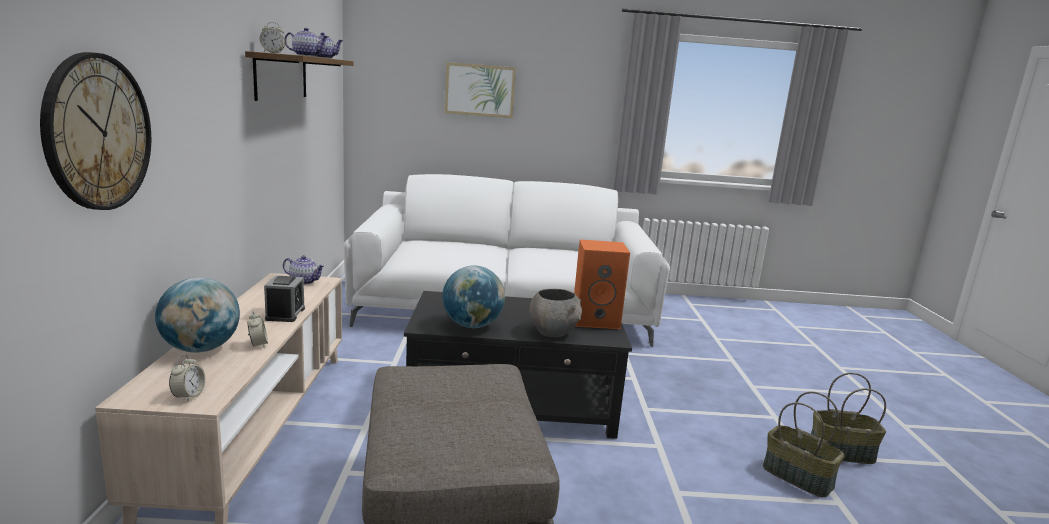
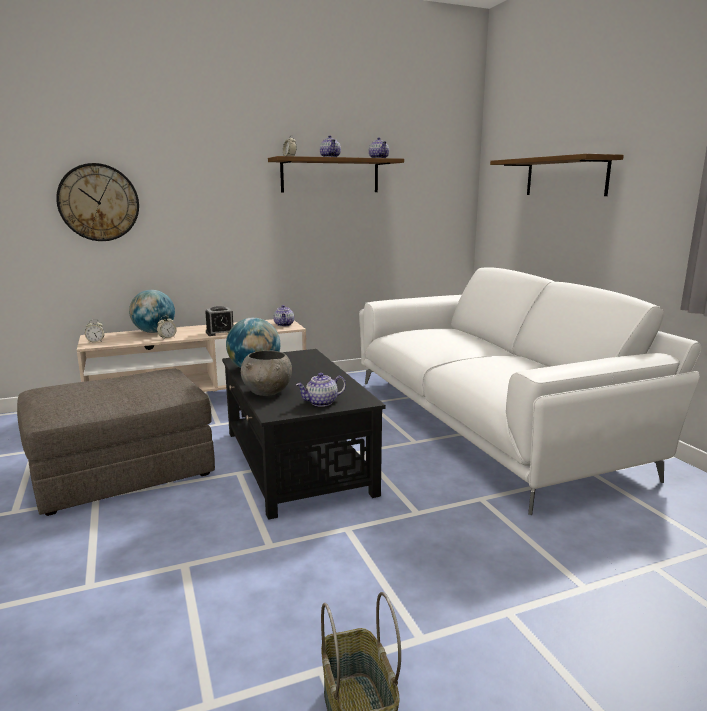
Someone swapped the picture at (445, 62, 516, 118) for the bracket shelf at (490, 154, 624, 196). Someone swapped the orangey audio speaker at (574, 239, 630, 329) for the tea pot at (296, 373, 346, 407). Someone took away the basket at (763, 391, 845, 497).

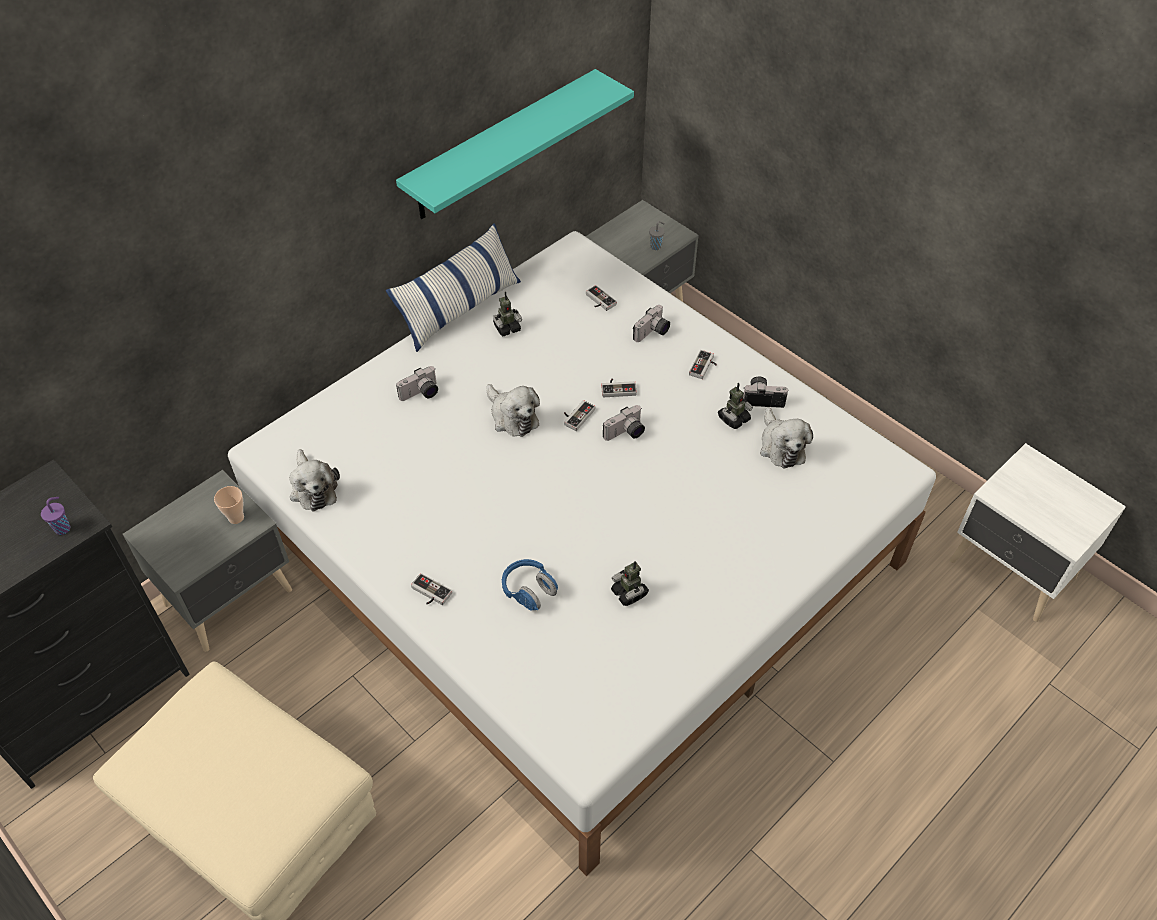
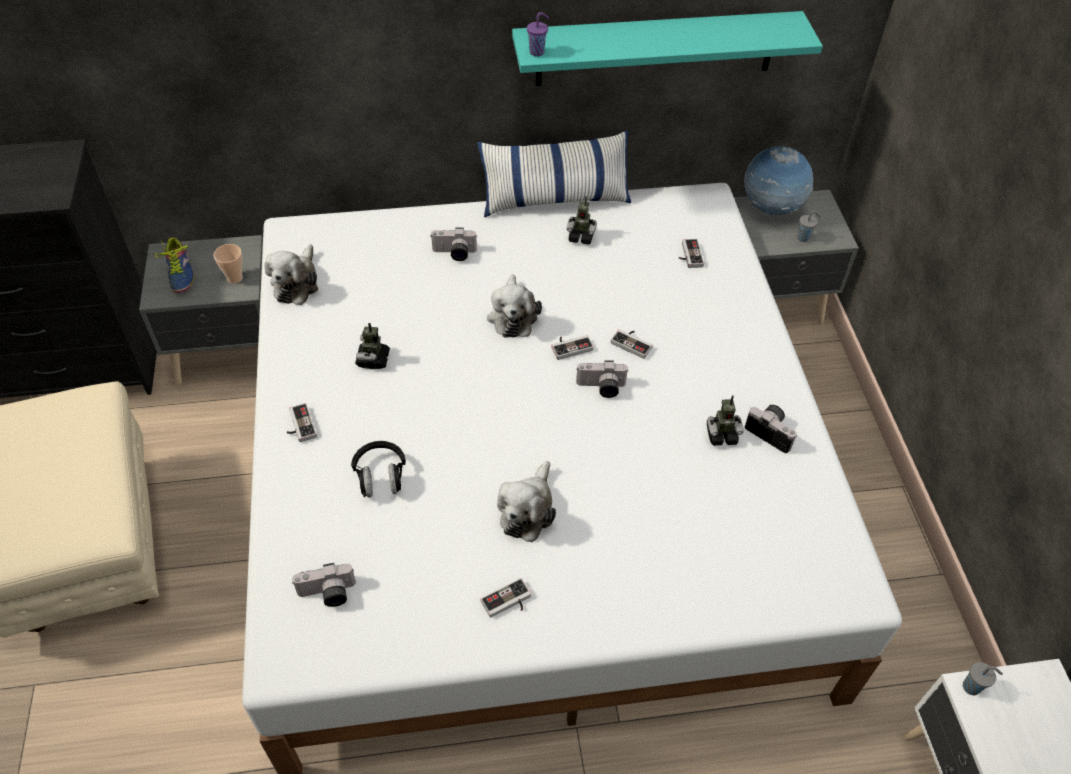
Someone carried the purple cup from (41, 497, 70, 535) to (527, 12, 549, 57). Someone repainted the blue headphones at (502, 559, 558, 611), which became the blackish headphones at (351, 441, 406, 497). Someone carried the toy robot from (611, 561, 649, 606) to (355, 323, 390, 369). Someone carried the still camera from (633, 305, 670, 342) to (292, 563, 356, 607). Someone carried the gamepad from (689, 350, 717, 379) to (480, 578, 531, 618). Someone carried the plush toy from (760, 407, 813, 468) to (497, 461, 556, 542). Someone put down the item of footwear at (155, 237, 194, 293). Someone put down the world globe at (744, 146, 813, 215). Someone put down the grey cup at (963, 662, 1003, 695).

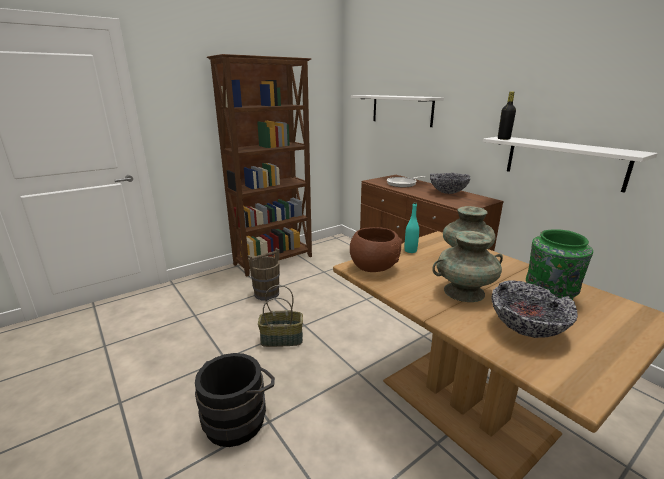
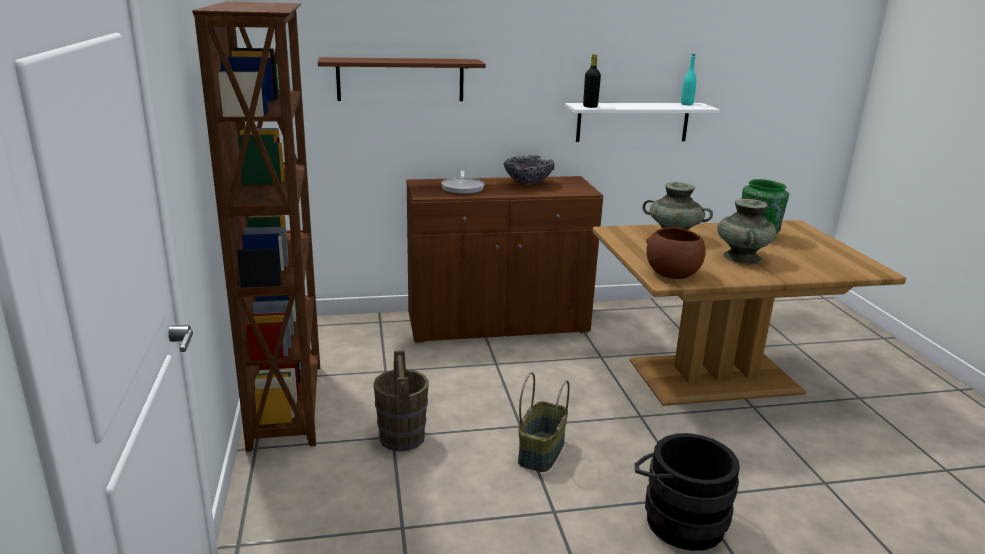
Someone repainted the white bracket shelf at (351, 95, 444, 127), which became the brown bracket shelf at (318, 57, 486, 101). Someone carried the blue-green beverage bottle from (404, 202, 419, 253) to (681, 54, 696, 105). Someone took away the bowl at (491, 280, 578, 338).

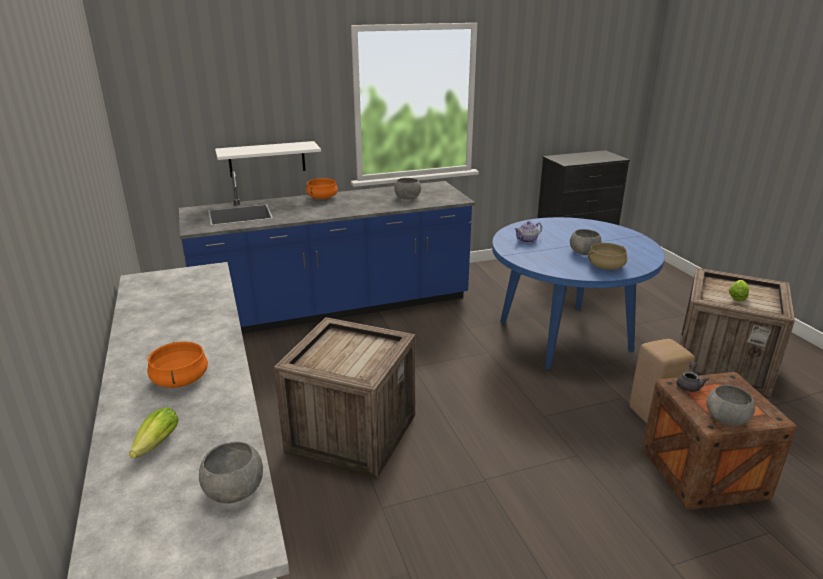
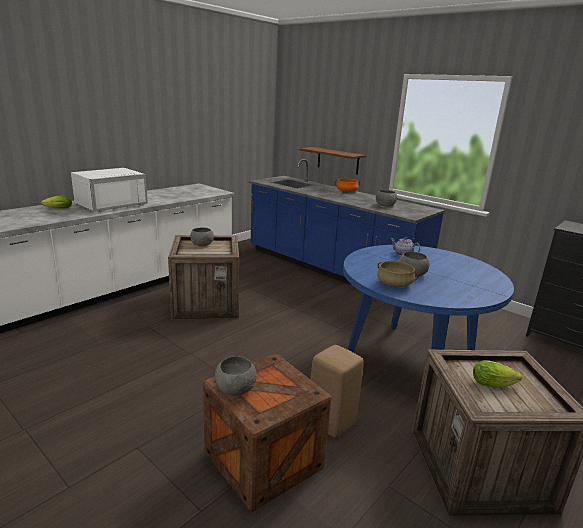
Someone swapped the orangey saucepot at (147, 341, 208, 388) for the white microwave at (71, 168, 148, 212). Someone carried the grey bowl from (199, 441, 263, 503) to (190, 227, 214, 246). Someone repainted the white bracket shelf at (215, 141, 321, 177), which became the brown bracket shelf at (299, 147, 366, 175). Someone took away the grey tea pot at (677, 361, 709, 392).

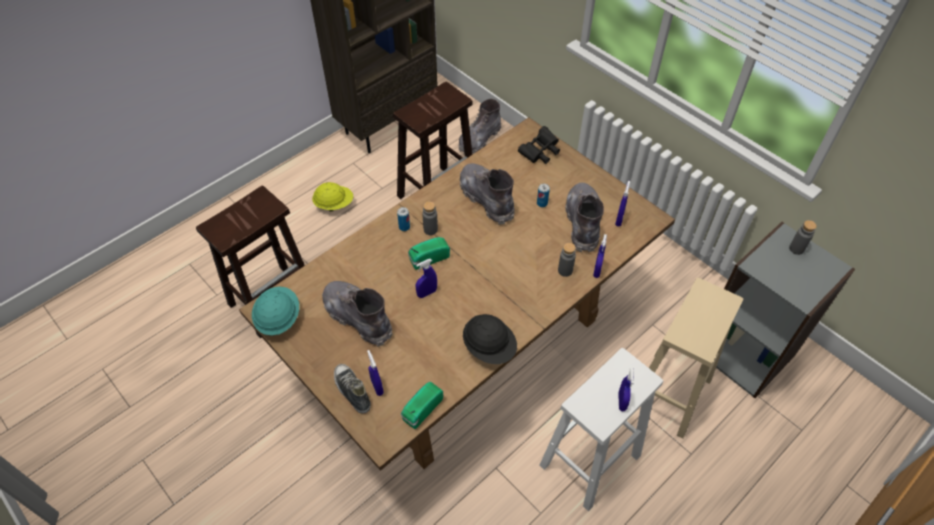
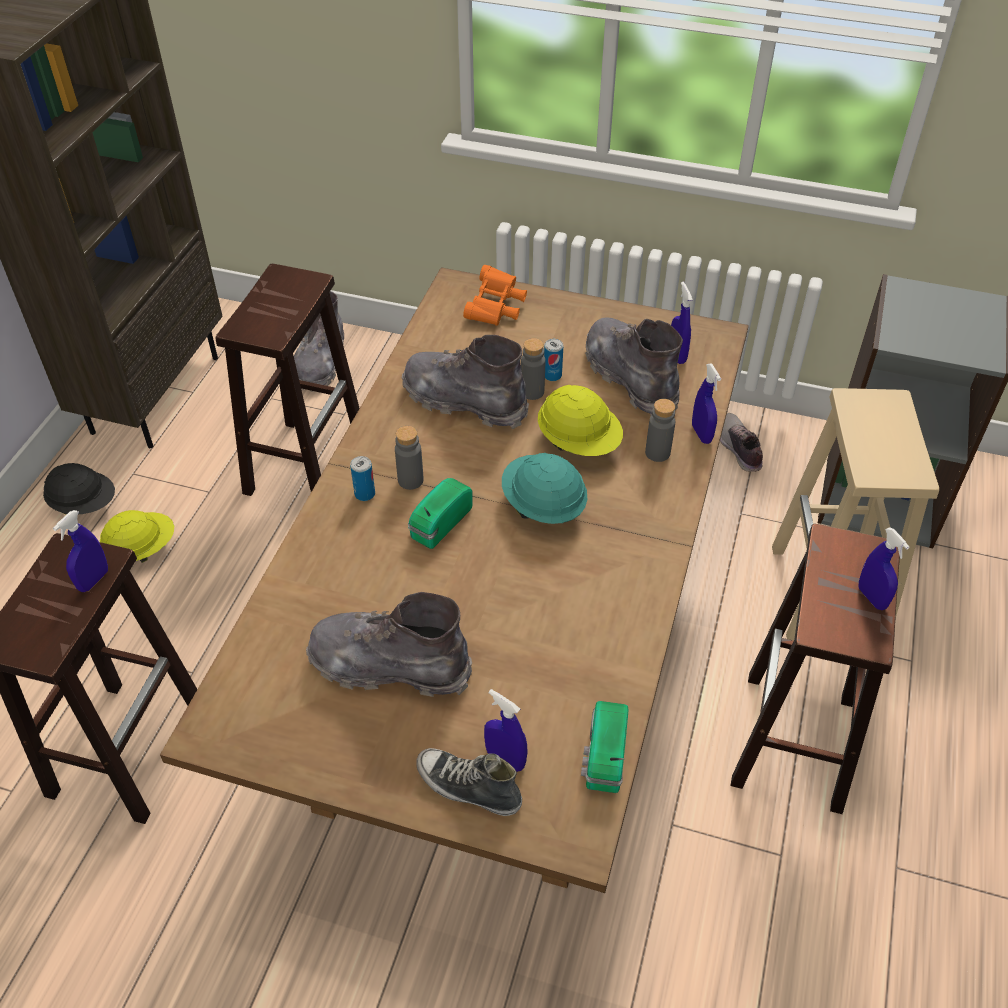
Someone carried the blue-green hard hat from (252, 286, 299, 336) to (502, 453, 587, 524). Someone carried the blue sprayer from (416, 259, 437, 298) to (53, 510, 108, 592). Someone carried the blackish hard hat from (463, 314, 517, 364) to (43, 463, 115, 515). Someone repainted the blackish binoculars at (518, 126, 560, 164), which became the orangey binoculars at (463, 265, 527, 326). Someone repainted the white stool at (540, 348, 663, 511), which became the brown stool at (730, 524, 900, 814). Someone carried the grey beverage bottle from (789, 220, 817, 255) to (521, 338, 545, 400). Someone put down the yellowish hard hat at (538, 385, 623, 456). Someone put down the item of footwear at (720, 413, 763, 472).

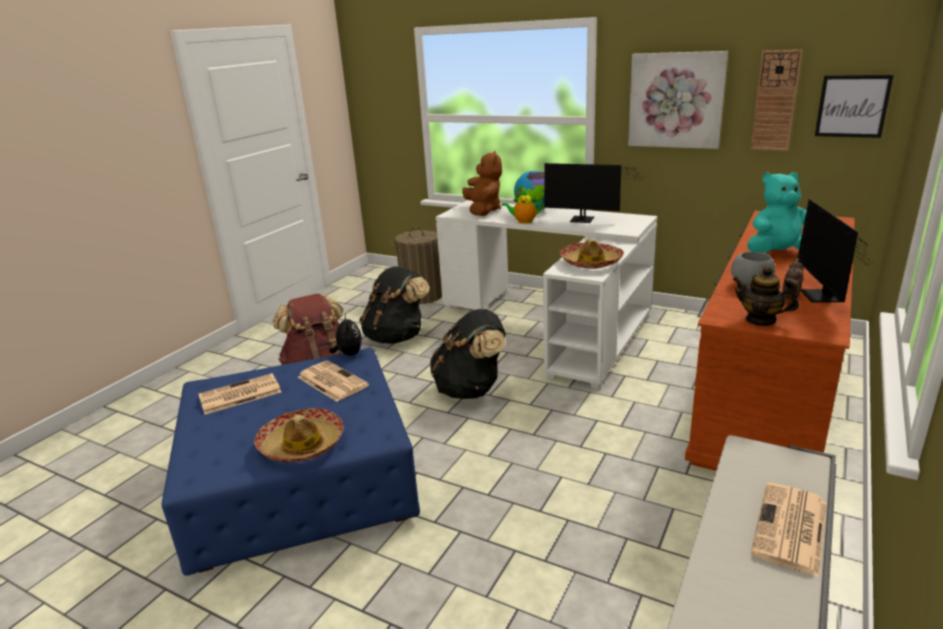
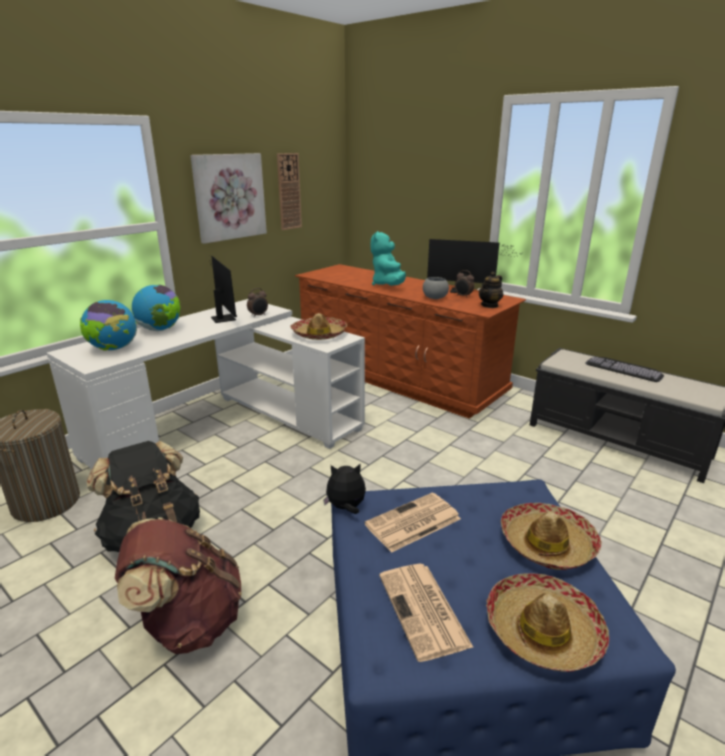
Someone took away the blackish rucksack at (430, 309, 506, 399). Someone swapped the brown plush toy at (462, 151, 502, 216) for the world globe at (80, 300, 137, 351). Someone took away the tea pot at (501, 190, 541, 224). Someone rotated the computer display at (544, 163, 648, 223) by 60 degrees counterclockwise. Someone swapped the daily paper at (751, 483, 827, 577) for the computer keyboard at (585, 356, 664, 382). Someone took away the picture at (815, 75, 894, 138). Someone put down the bedside clock at (247, 288, 268, 317). Someone put down the wearable hat at (486, 573, 609, 672).

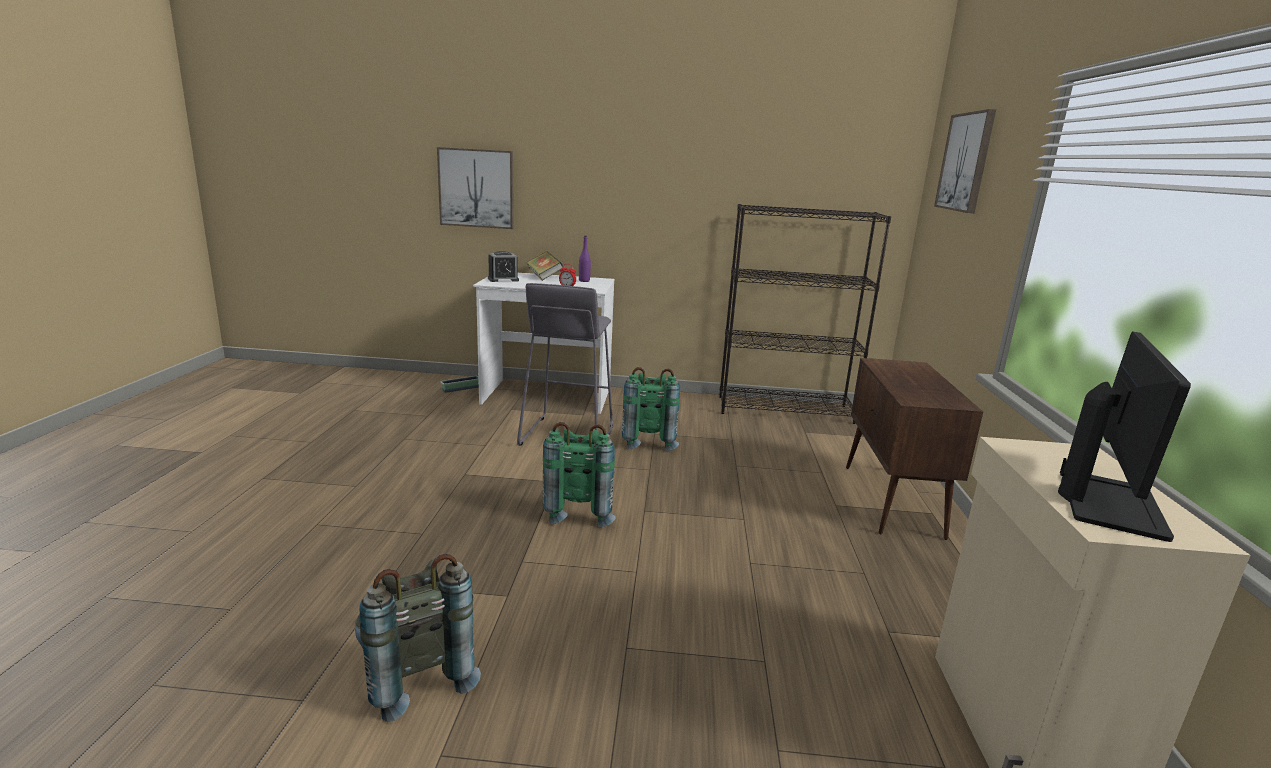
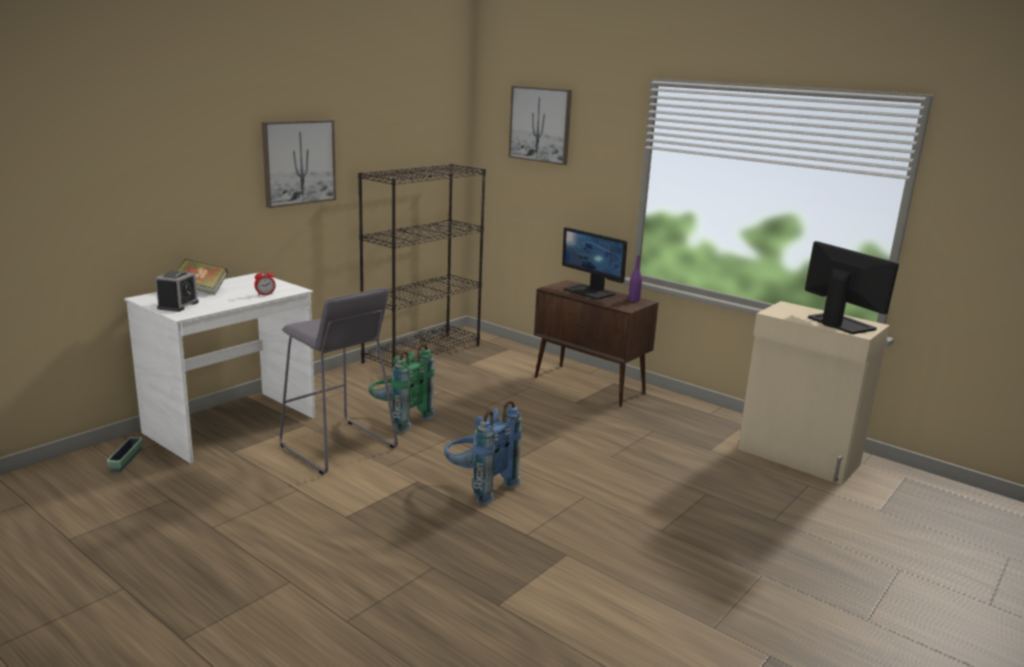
Someone took away the grey rucksack at (355, 554, 481, 722). Someone carried the picture from (437, 147, 514, 229) to (262, 120, 336, 208). Someone repainted the green rucksack at (543, 422, 616, 527), which became the blue rucksack at (444, 401, 522, 506). Someone carried the purple beverage bottle from (579, 236, 591, 282) to (629, 256, 642, 302). Someone put down the computer display at (562, 227, 627, 300).

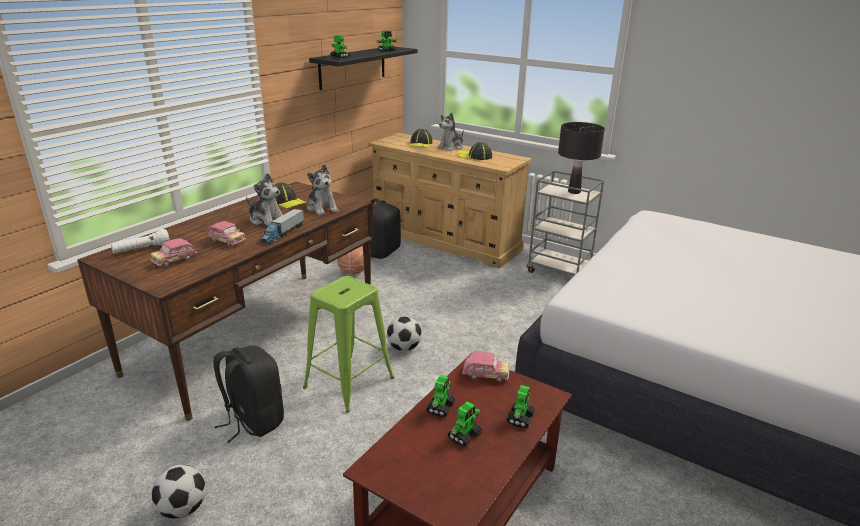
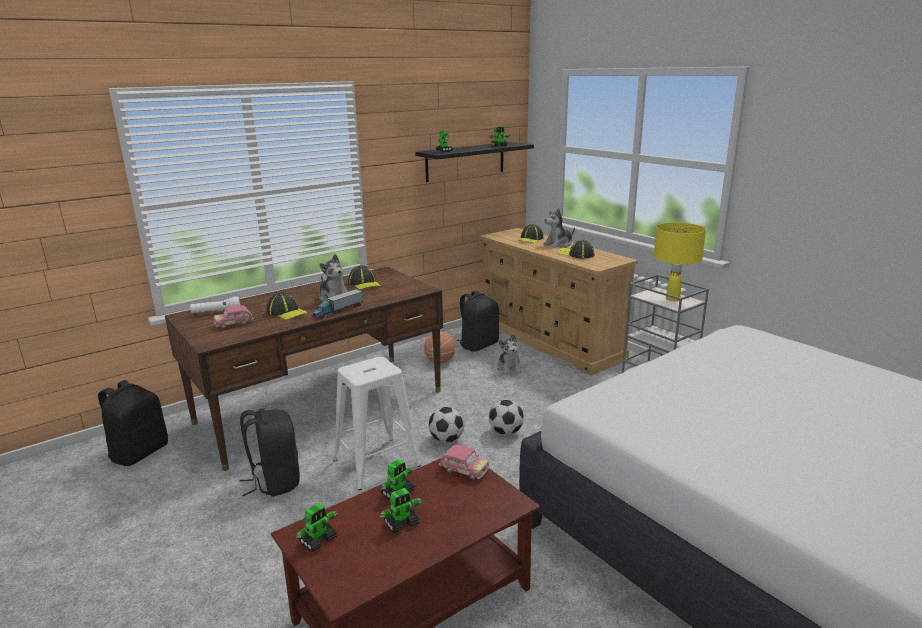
Someone carried the ball for football from (151, 465, 206, 519) to (489, 399, 524, 435). Someone swapped the toy car at (208, 221, 246, 246) for the cap at (267, 292, 308, 320). Someone repainted the green stool at (303, 276, 394, 413), which became the white stool at (333, 357, 421, 490). Someone carried the plush toy from (307, 164, 339, 215) to (497, 334, 522, 375). Someone carried the toy robot from (506, 385, 535, 428) to (296, 503, 337, 552). Someone repainted the blackish tabletop lamp at (558, 122, 605, 194), which became the yellowish tabletop lamp at (654, 223, 706, 301). Someone put down the blackish rucksack at (98, 380, 168, 466).

